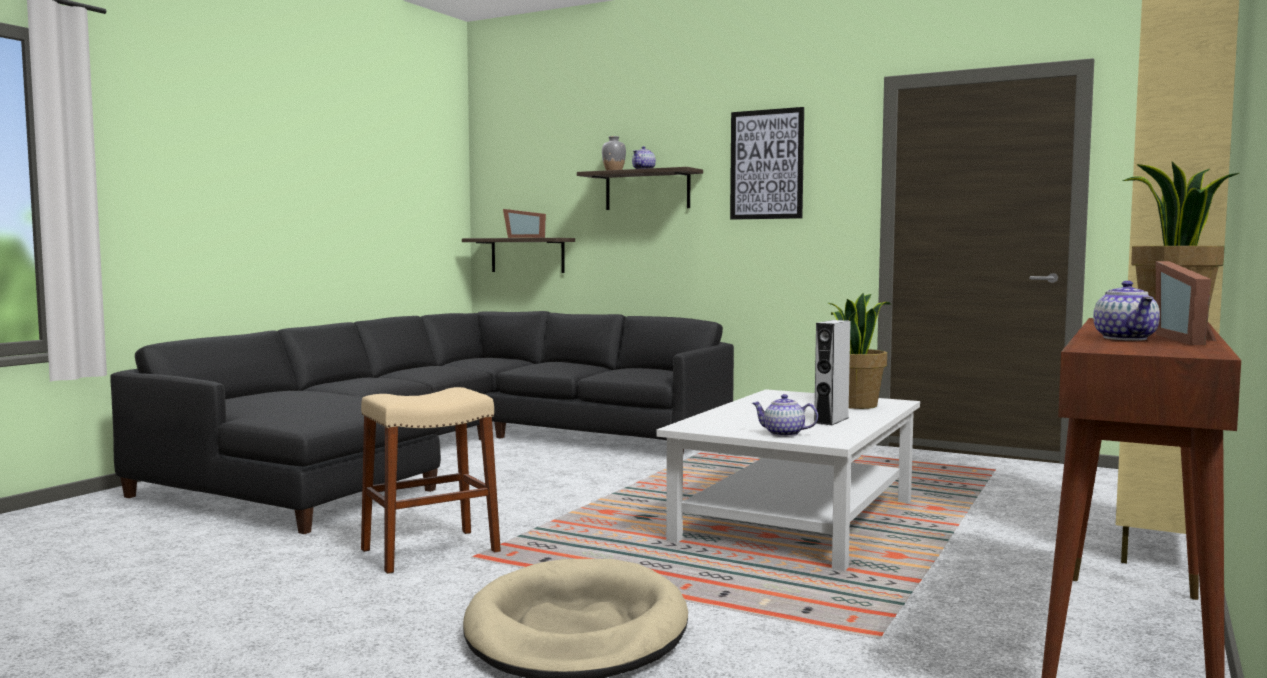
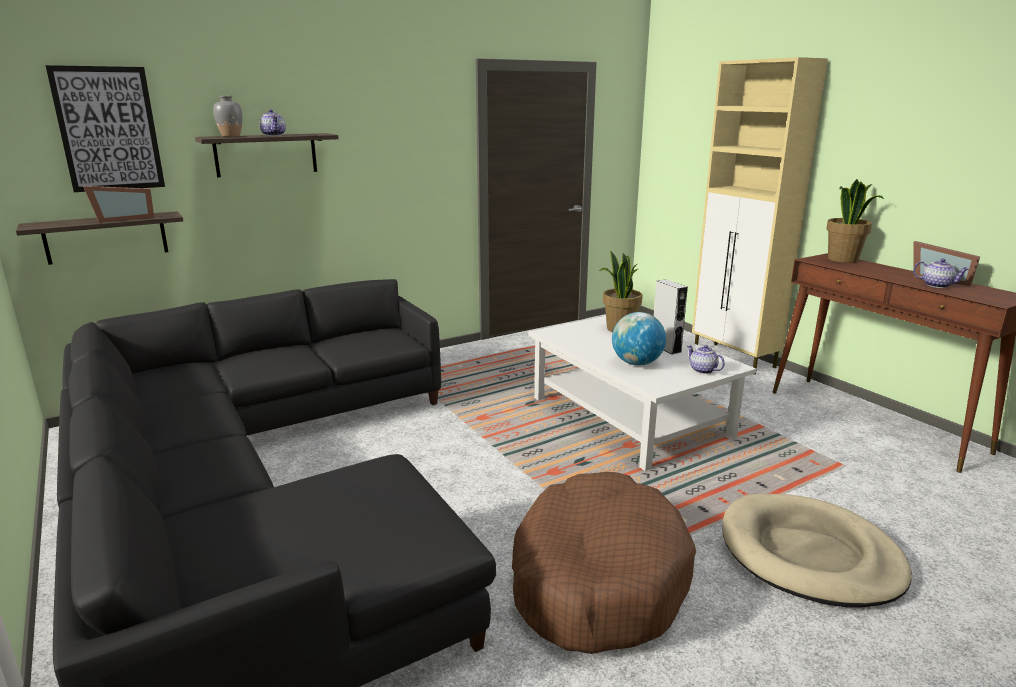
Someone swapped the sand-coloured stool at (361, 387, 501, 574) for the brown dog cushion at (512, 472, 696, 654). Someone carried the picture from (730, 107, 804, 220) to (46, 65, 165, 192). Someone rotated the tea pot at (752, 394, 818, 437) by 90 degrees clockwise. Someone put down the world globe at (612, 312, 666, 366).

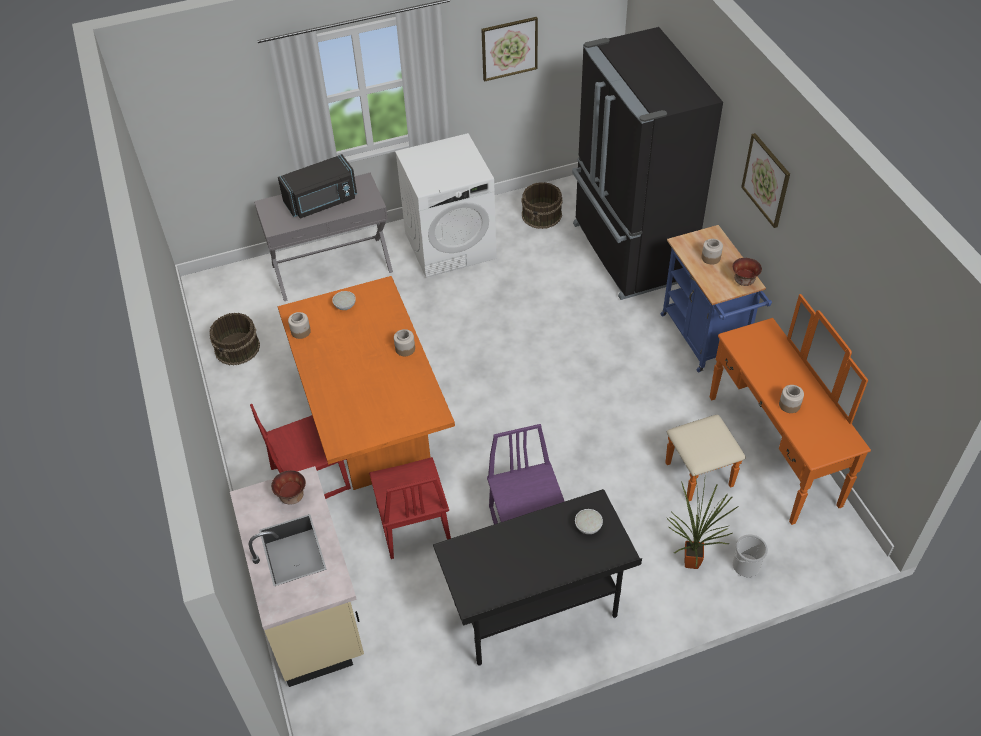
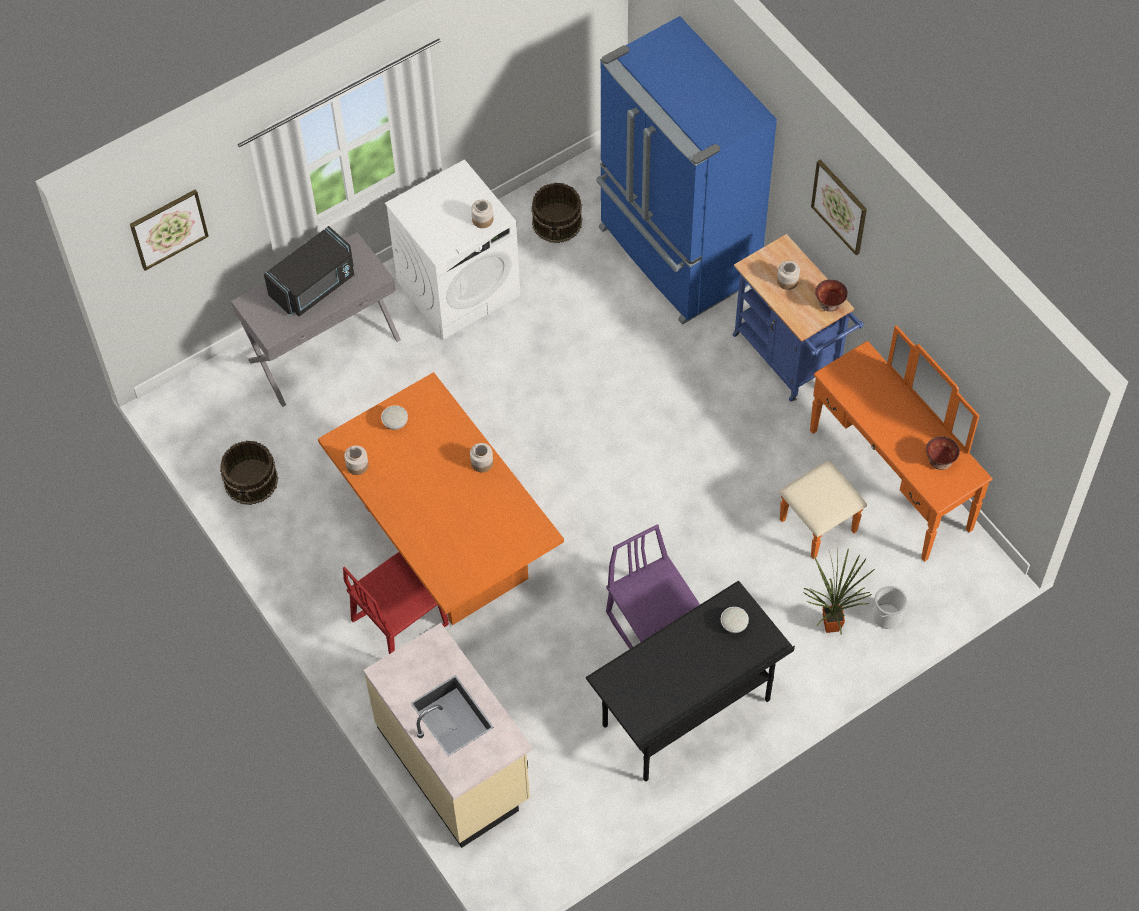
Someone carried the bowl from (271, 470, 306, 505) to (926, 436, 960, 470). Someone took away the red-coloured upright chair at (369, 457, 451, 559). Someone carried the picture from (481, 17, 538, 82) to (130, 190, 209, 271). Someone repainted the blackish fridge at (572, 27, 723, 300), which became the blue fridge at (597, 16, 777, 325). Someone carried the jar from (779, 385, 804, 413) to (471, 200, 493, 228).

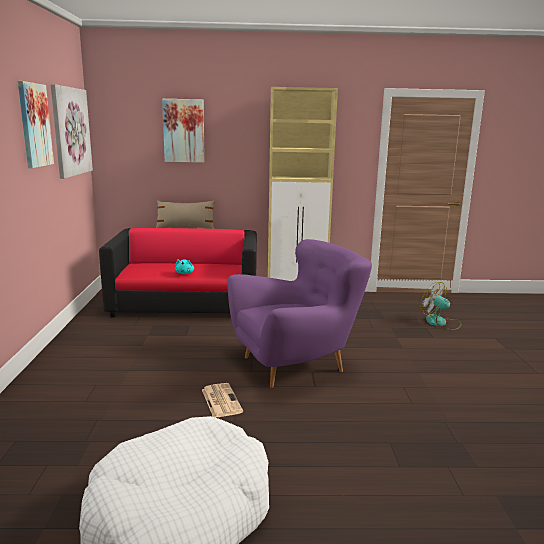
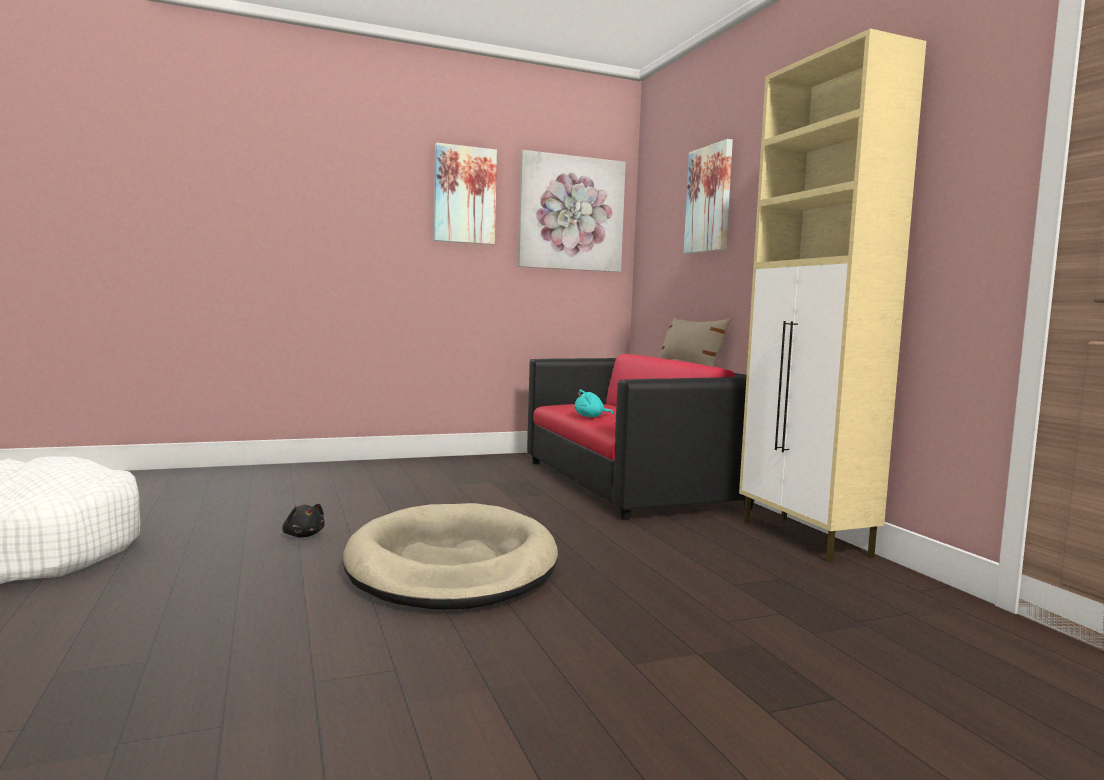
Someone swapped the daily paper at (202, 383, 243, 418) for the blackish plush toy at (282, 504, 325, 537). Someone swapped the purple easy chair at (227, 239, 372, 388) for the sand-coloured dog cushion at (343, 503, 558, 610). Someone took away the cooling fan at (420, 282, 462, 330).

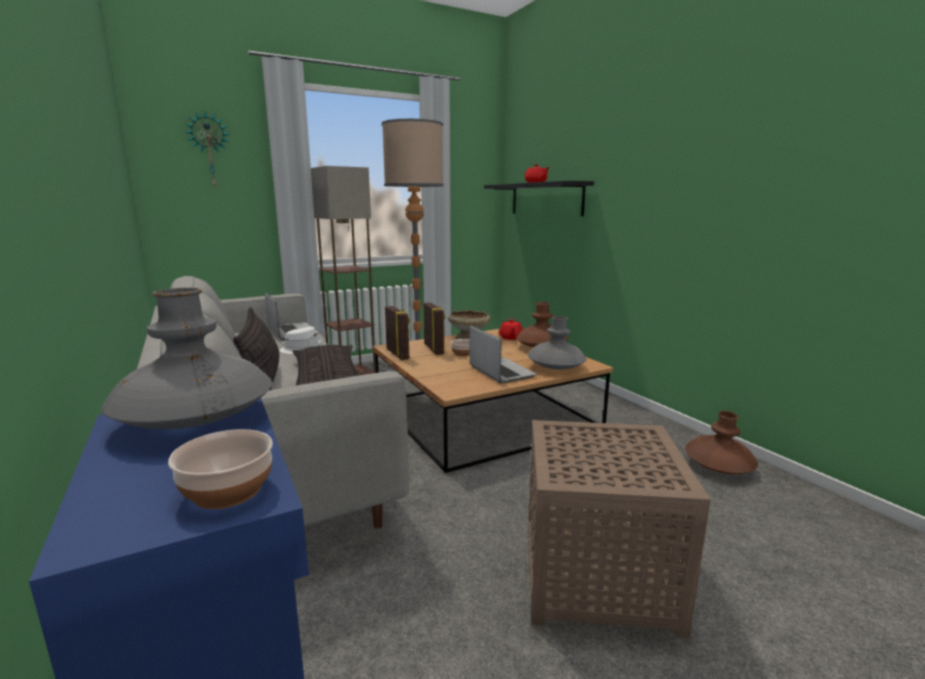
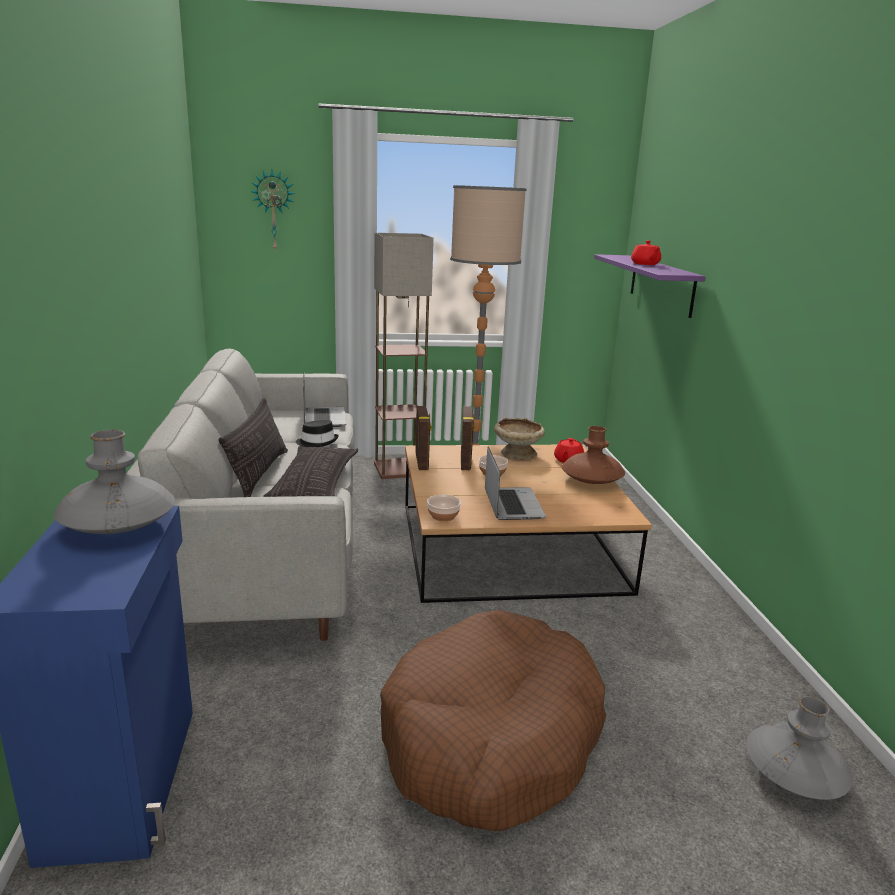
Someone carried the bowl from (168, 429, 273, 509) to (427, 494, 461, 521). Someone repainted the white wearable hat at (279, 327, 322, 354), which became the blackish wearable hat at (296, 420, 339, 447). Someone repainted the blackish bracket shelf at (484, 181, 594, 216), which became the purple bracket shelf at (594, 254, 706, 318). Someone carried the grey vase from (527, 316, 587, 370) to (746, 696, 853, 800). Someone swapped the brown accent table at (528, 420, 711, 638) for the brown dog cushion at (380, 610, 606, 831). Someone took away the brown vase at (685, 411, 758, 474).

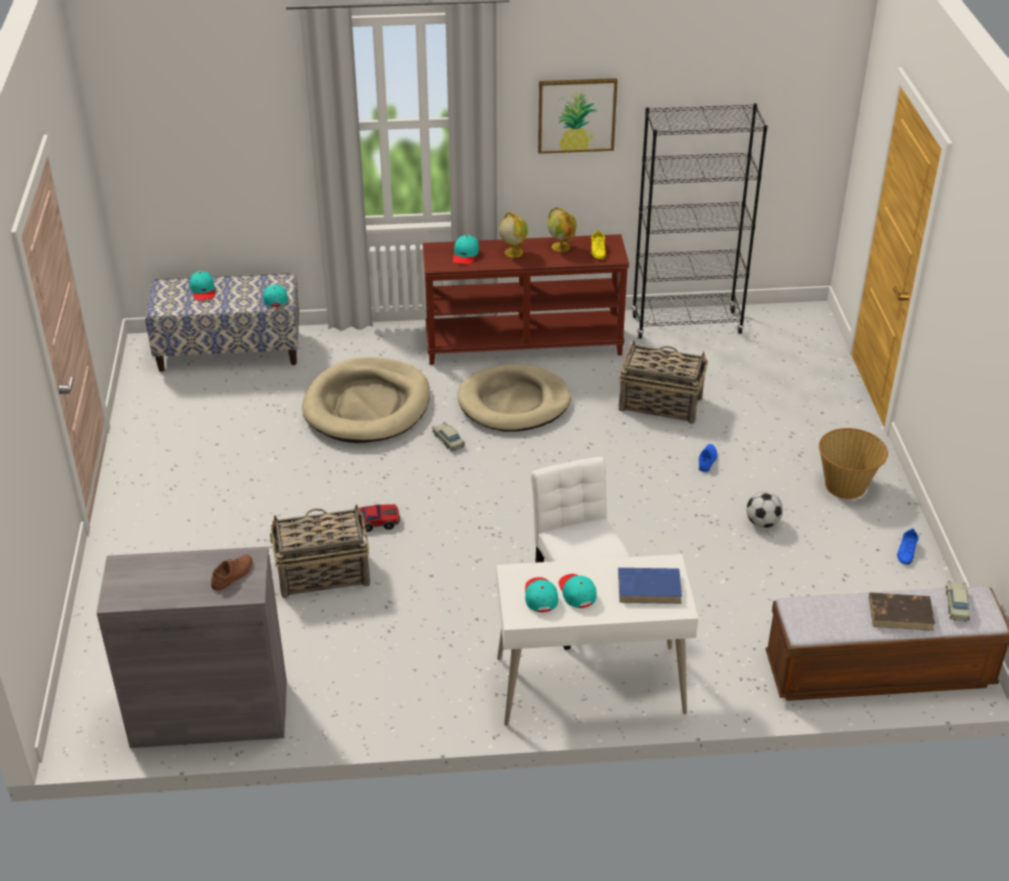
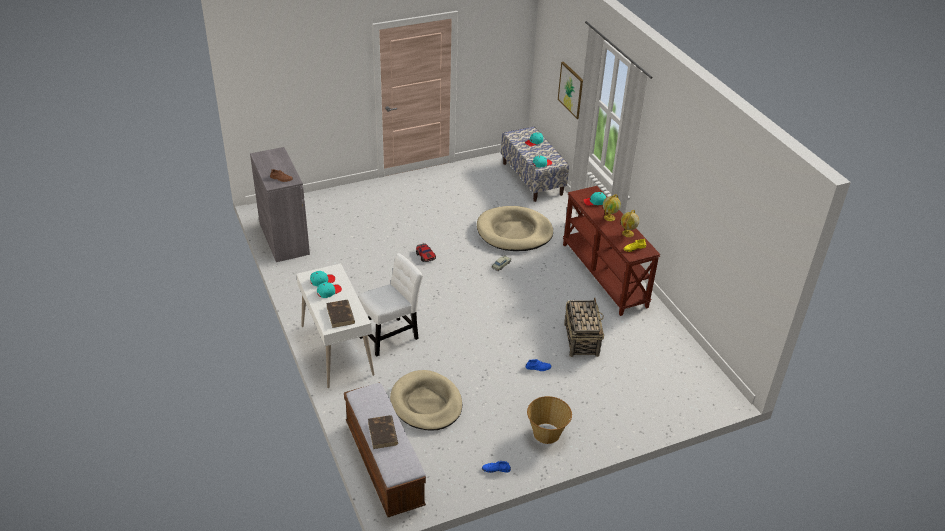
Someone took away the basket at (270, 504, 370, 598). Someone carried the sand-coloured dog cushion from (458, 364, 571, 432) to (390, 370, 462, 431). Someone carried the picture from (538, 78, 617, 154) to (558, 62, 583, 119). Someone repainted the blue volume at (618, 568, 682, 604), which became the brown volume at (326, 300, 355, 328). Someone took away the blackish shelving unit at (631, 103, 768, 339). Someone took away the ball for football at (746, 492, 783, 528). Someone took away the sand-coloured toy car at (945, 581, 970, 622).

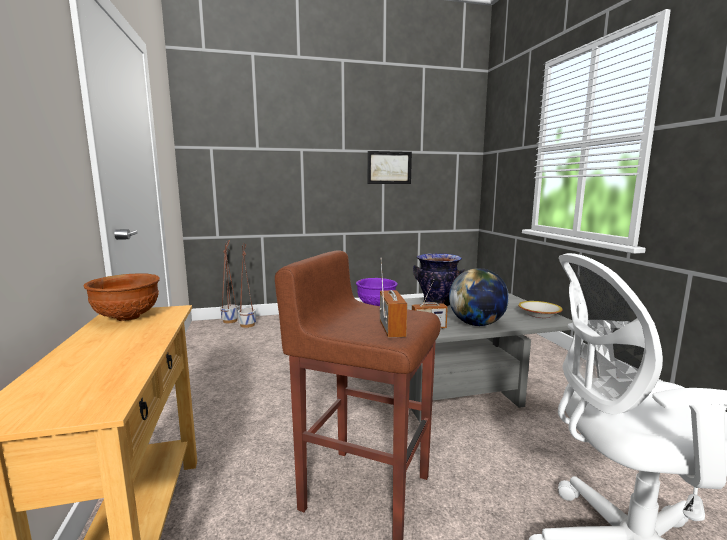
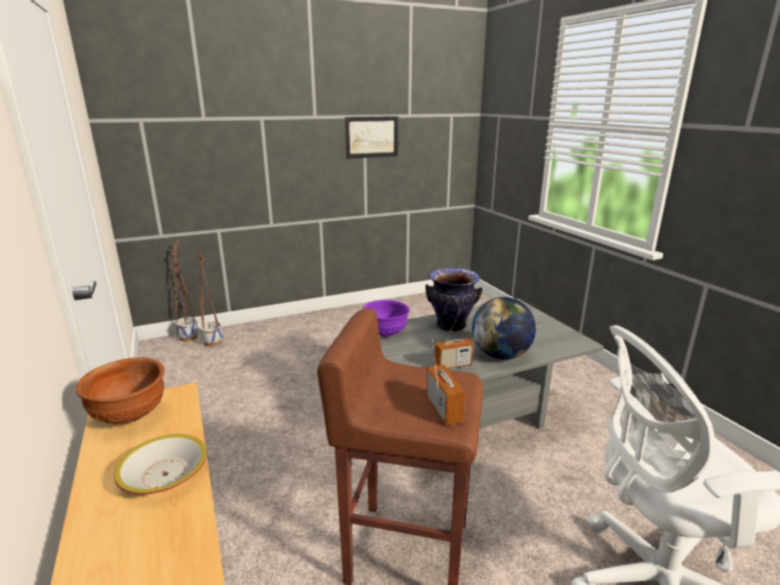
Someone carried the bowl from (518, 301, 563, 318) to (114, 434, 207, 494).

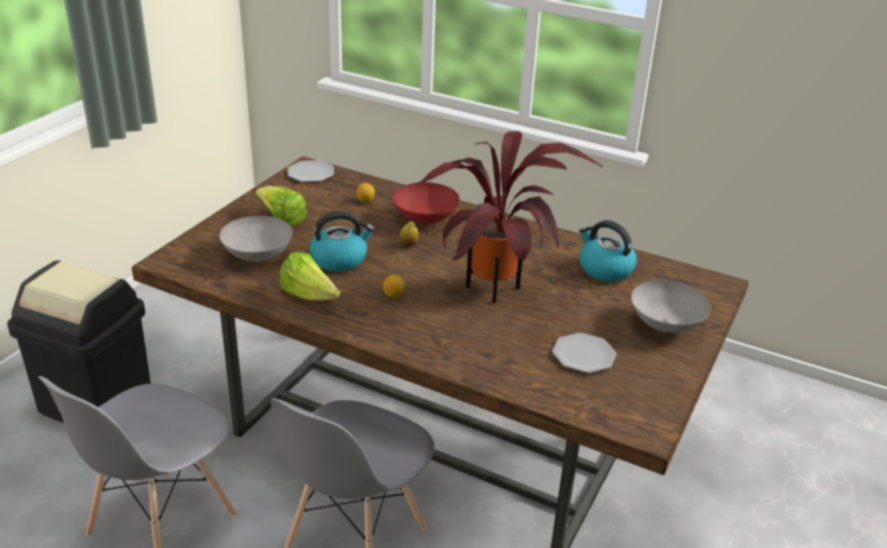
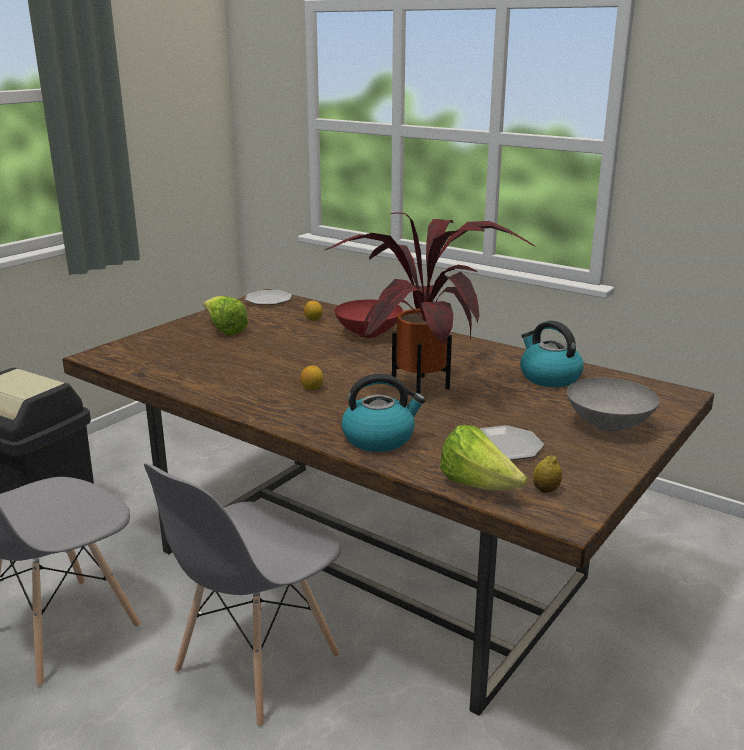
Someone took away the grey bowl at (219, 216, 293, 262). Someone carried the lettuce head from (280, 252, 340, 301) to (440, 425, 528, 490). Someone carried the water kettle from (310, 211, 375, 272) to (342, 374, 425, 452). Someone carried the lemon from (400, 221, 419, 247) to (533, 455, 562, 493).

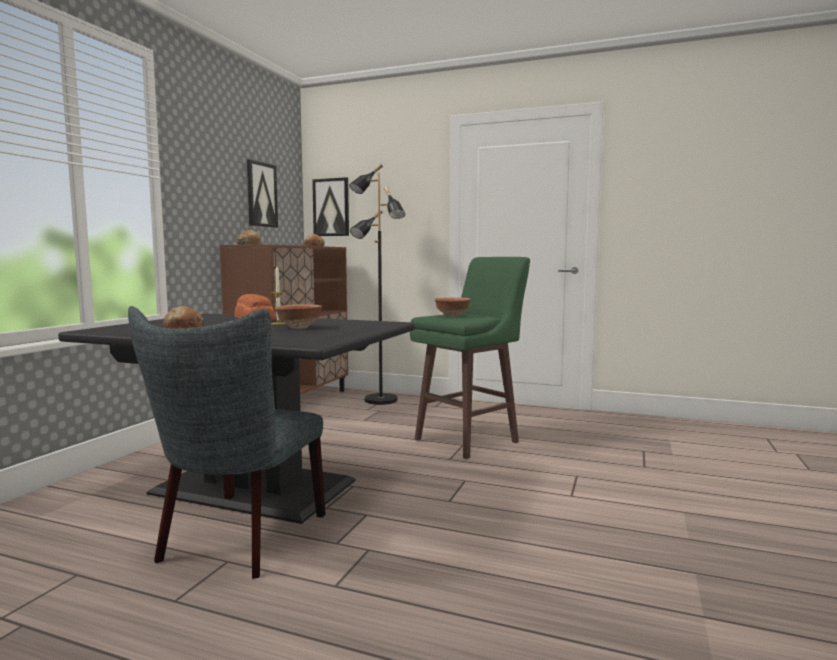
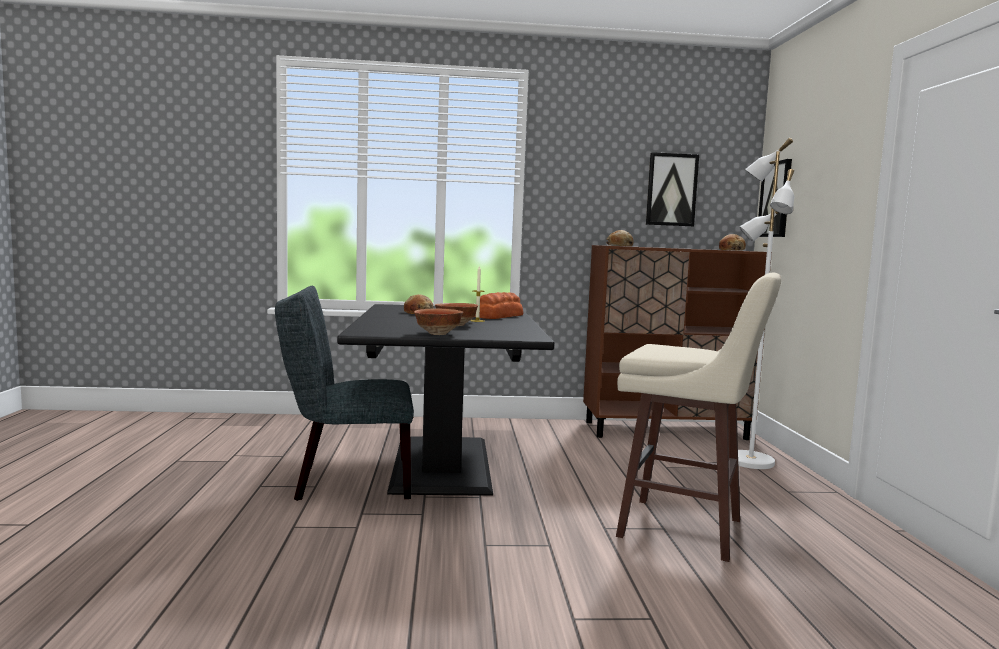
Someone repainted the blackish floor lamp at (349, 164, 405, 405), which became the white floor lamp at (738, 138, 794, 469). Someone repainted the green stool at (410, 257, 530, 459), which became the sand-coloured stool at (616, 273, 781, 562). Someone carried the bowl from (435, 298, 471, 317) to (414, 308, 463, 335).

